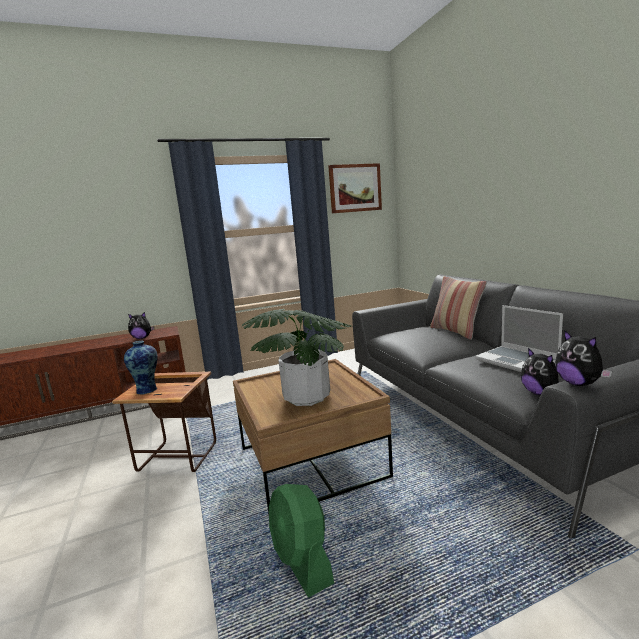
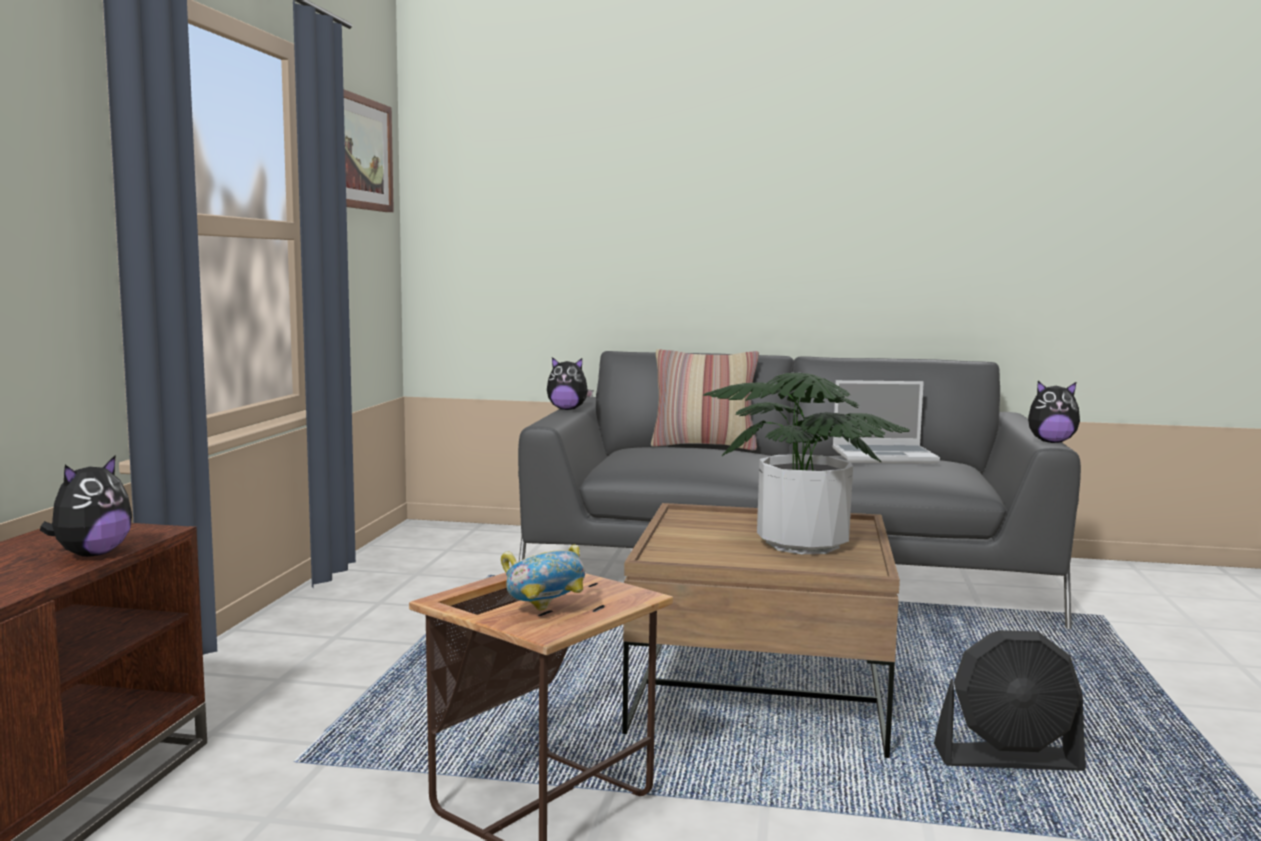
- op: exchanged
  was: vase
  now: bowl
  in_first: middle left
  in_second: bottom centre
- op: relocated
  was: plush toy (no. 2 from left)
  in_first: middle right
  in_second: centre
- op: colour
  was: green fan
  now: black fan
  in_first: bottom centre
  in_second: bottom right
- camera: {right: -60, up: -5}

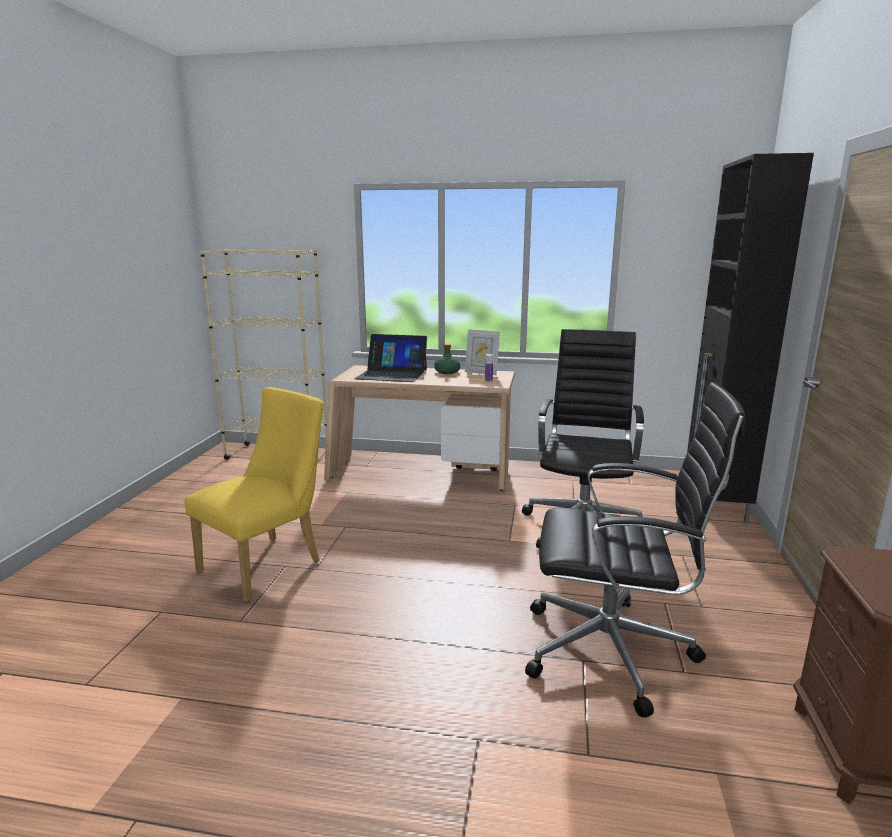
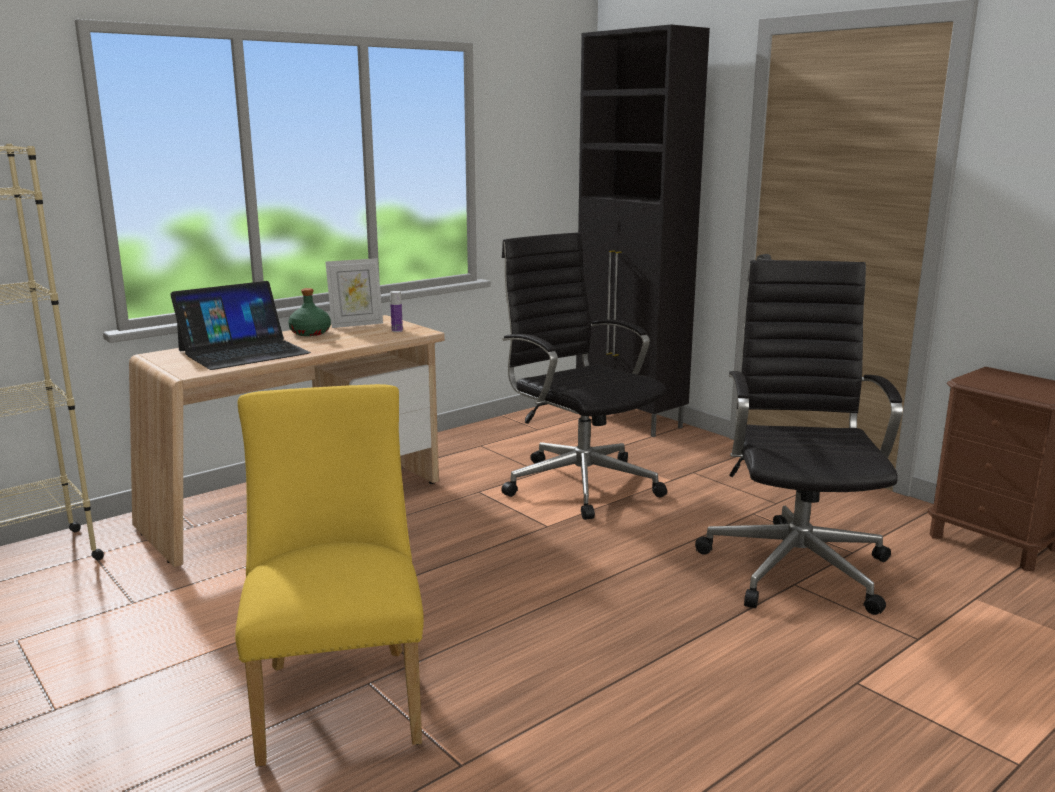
- op: spun
  was: black office chair (no. 2 from left)
  in_first: middle right
  in_second: middle right
  clockwise: -45
- camera: {right: -50, up: 0}

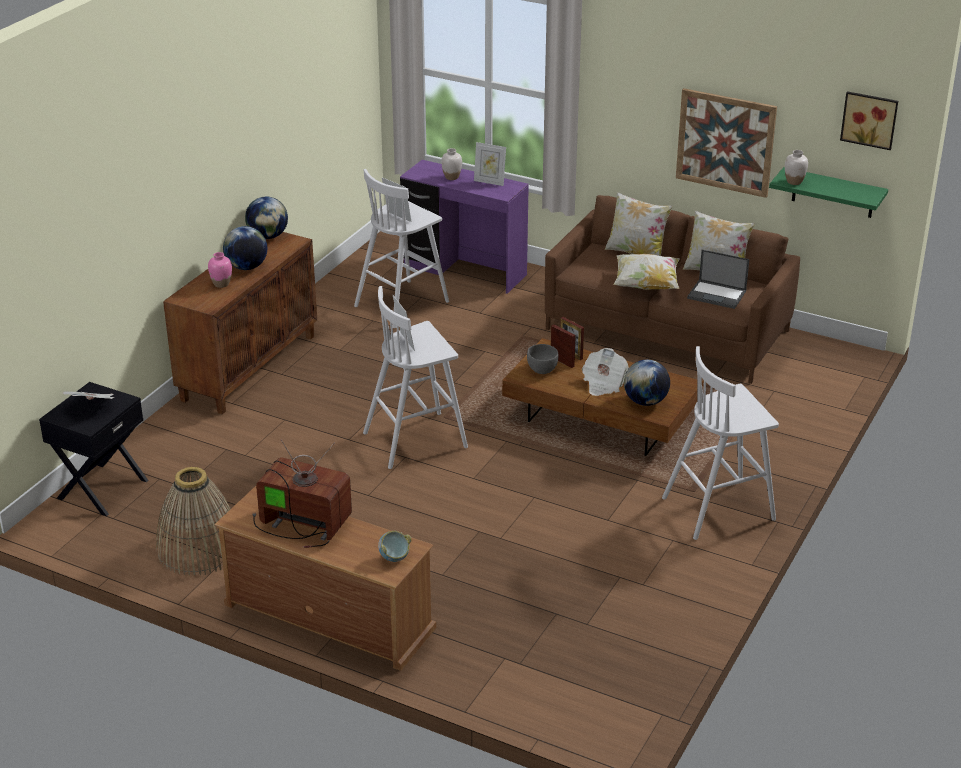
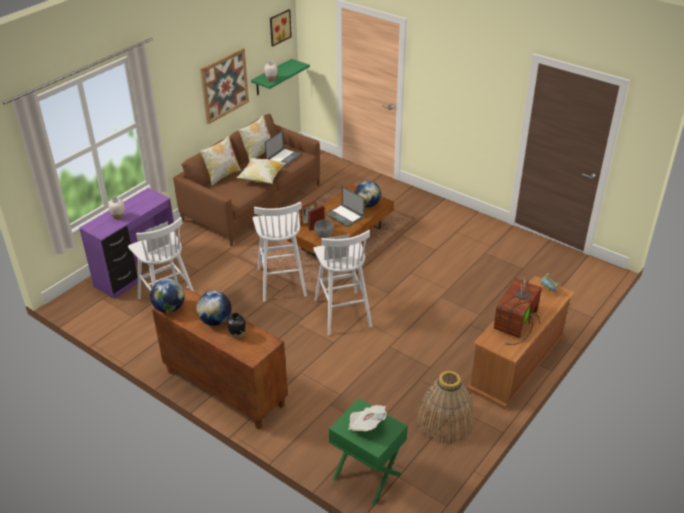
- op: missing
  was: picture frame (no. 3 from left)
  in_first: top centre
- op: colour
  was: pink vase
  now: black vase
  in_first: middle left
  in_second: centre
- op: relocated
  was: white stool (no. 3 from left in the first image)
  now: white stool (no. 2 from left)
  in_first: middle right
  in_second: centre
- op: exchanged
  was: newspaper (no. 2 from left)
  now: laptop (no. 2 from left)
  in_first: centre
  in_second: centre
- op: colour
  was: black nightstand
  now: green nightstand
  in_first: middle left
  in_second: bottom centre
- camera: {right: -80, up: 5}

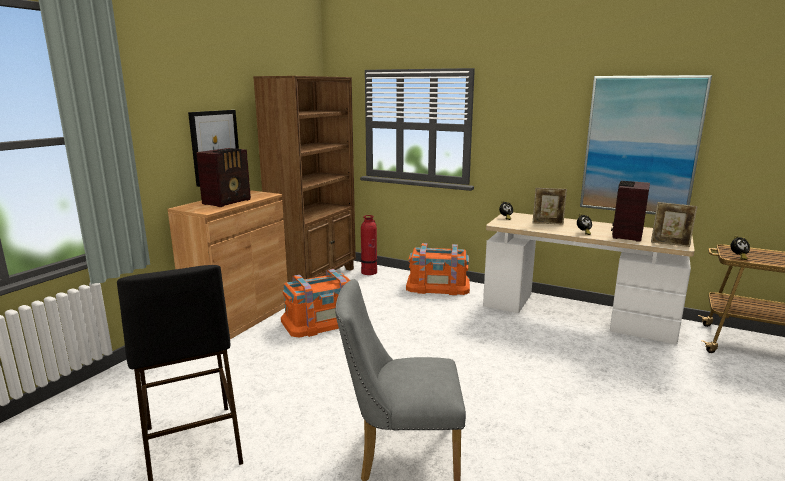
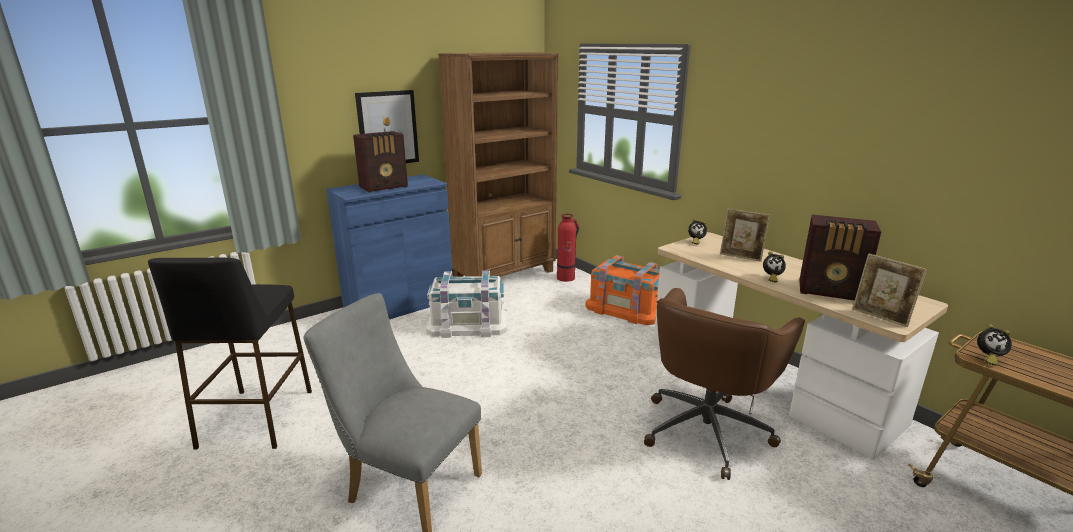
- op: missing
  was: picture (no. 2 from left)
  in_first: top right
- op: spun
  was: radio (no. 2 from left)
  in_first: middle right
  in_second: middle right
  clockwise: -120
- op: colour
  was: brown cabinet
  now: blue cabinet
  in_first: middle left
  in_second: centre
- op: colour
  was: orange storage box (no. 1 from left)
  now: white storage box
  in_first: centre
  in_second: centre
- op: appeared
  now: brown office chair
  in_second: bottom right
- camera: {right: 25, up: 5}

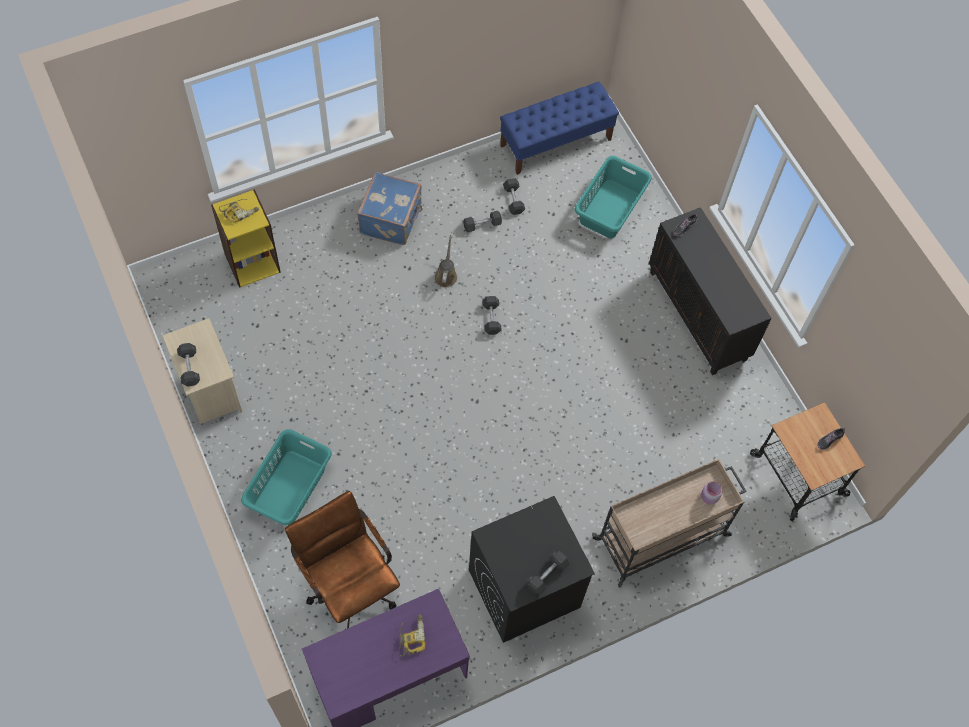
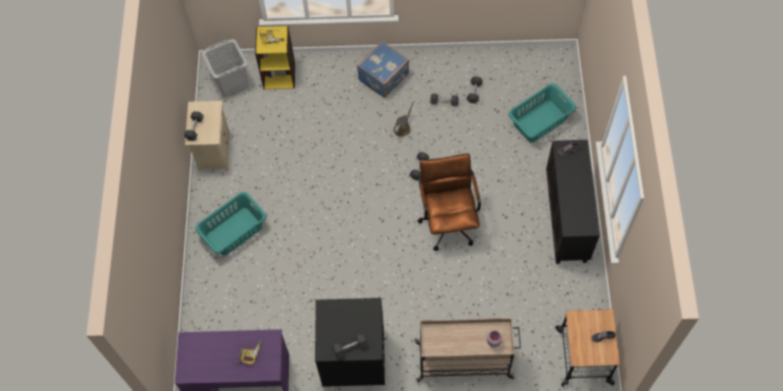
- op: missing
  was: blue bench
  in_first: top centre
- op: relocated
  was: brown office chair
  in_first: bottom centre
  in_second: centre
- op: appeared
  now: grey laundry basket
  in_second: top left
- camera: {right: 30, up: 0}

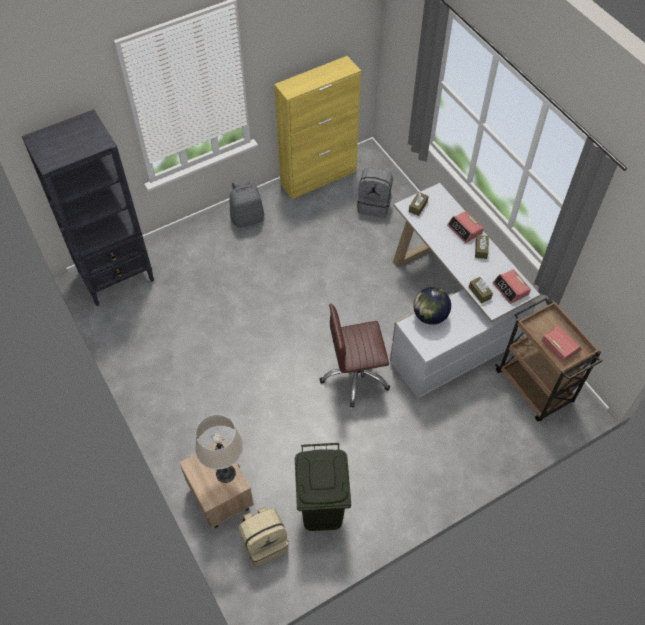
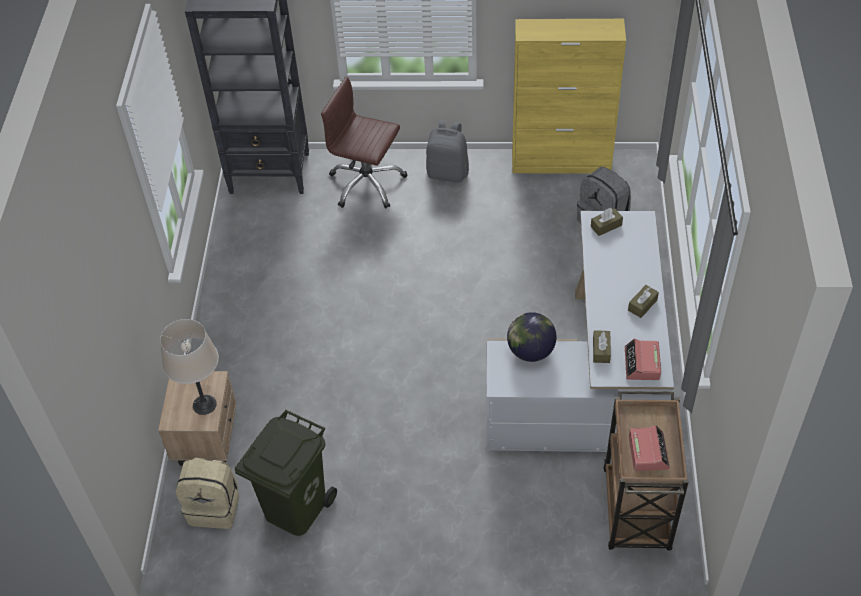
- op: missing
  was: alarm clock (no. 1 from left)
  in_first: middle right
- op: relocated
  was: brown office chair
  in_first: centre
  in_second: top centre
- camera: {right: 35, up: -5}

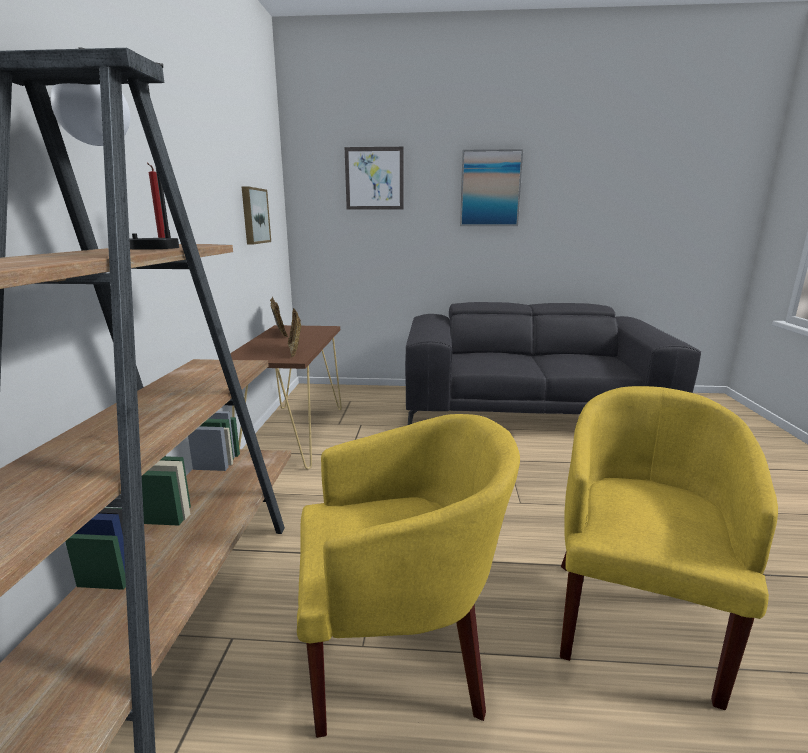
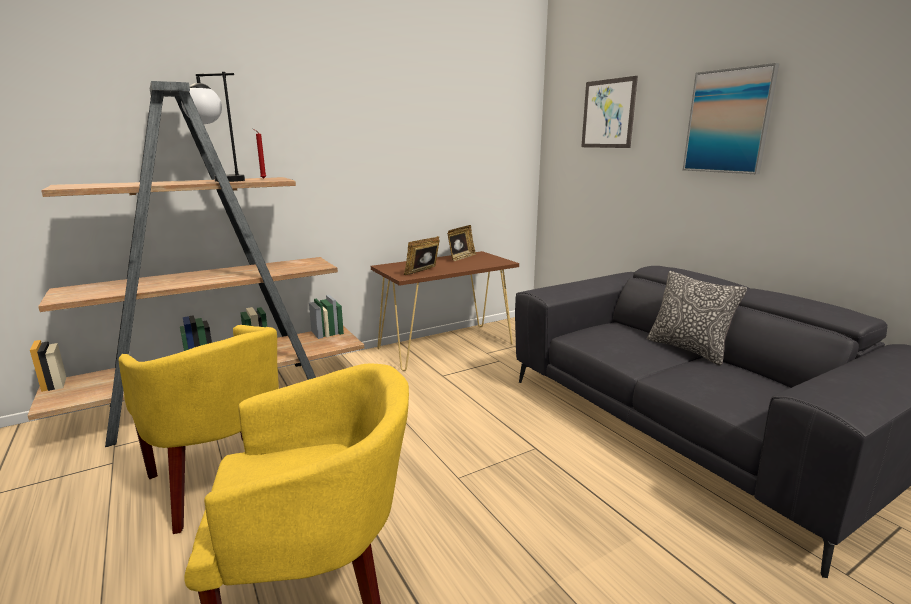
- op: missing
  was: picture (no. 1 from left)
  in_first: top left
- op: appeared
  now: pillow
  in_second: middle right
- camera: {right: 55, up: 0}

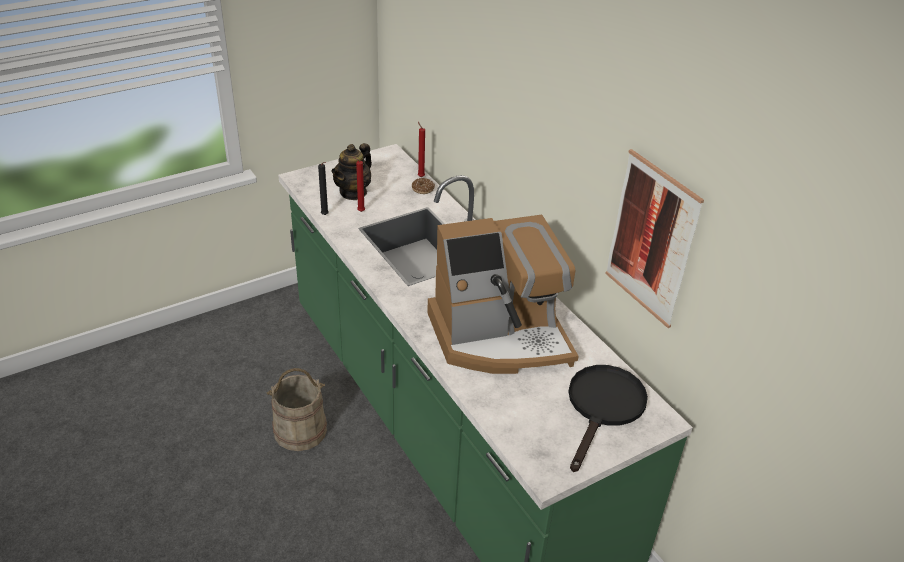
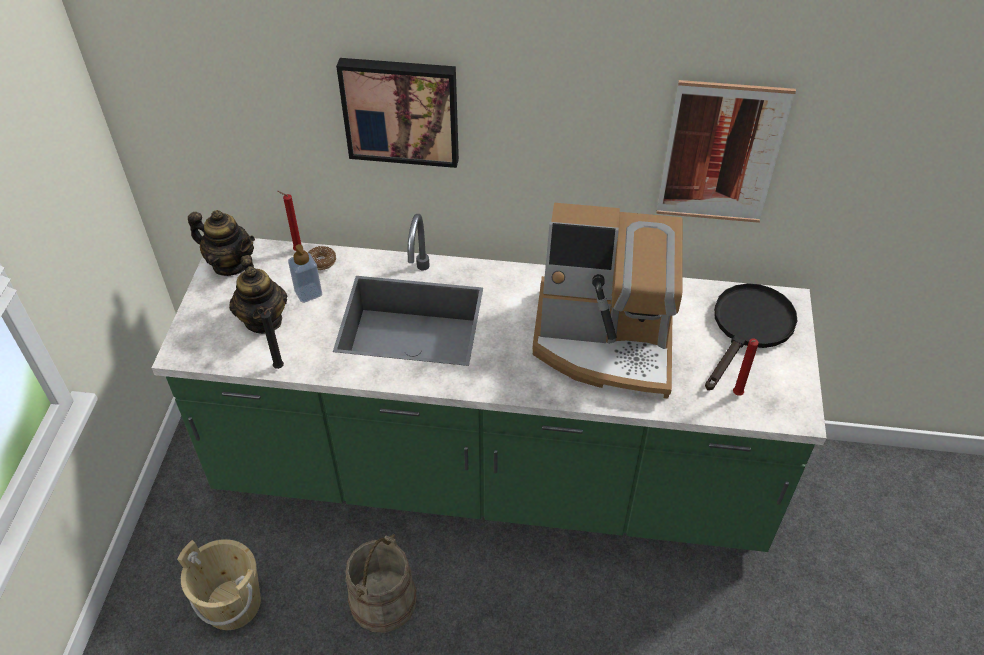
- op: relocated
  was: red candle (no. 1 from left in the first image)
  now: red candle (no. 2 from left)
  in_first: top centre
  in_second: middle right
- op: spun
  was: coffee machine
  in_first: centre
  in_second: centre
  clockwise: 75
- op: spun
  was: black frying pan
  in_first: bottom right
  in_second: middle right
  clockwise: 60
- op: appeared
  now: picture (no. 1 from left)
  in_second: top centre
- op: appeared
  now: teapot (no. 1 from left)
  in_second: middle left
- op: appeared
  now: soap dispenser
  in_second: middle left
- op: appeared
  now: beige bucket (no. 1 from left)
  in_second: bottom left
- camera: {right: -50, up: 10}

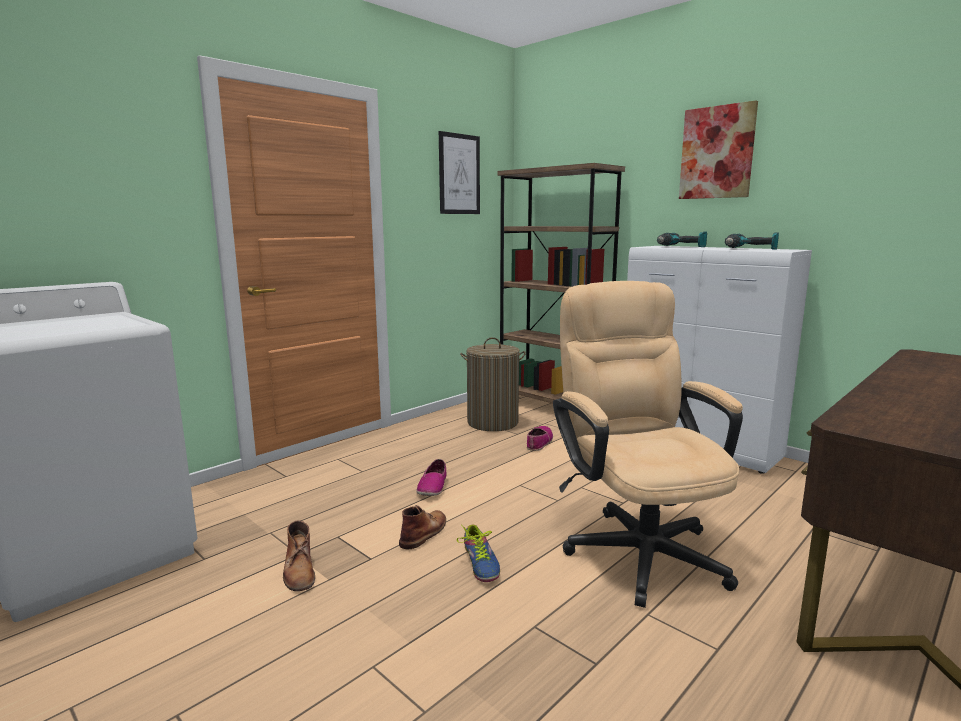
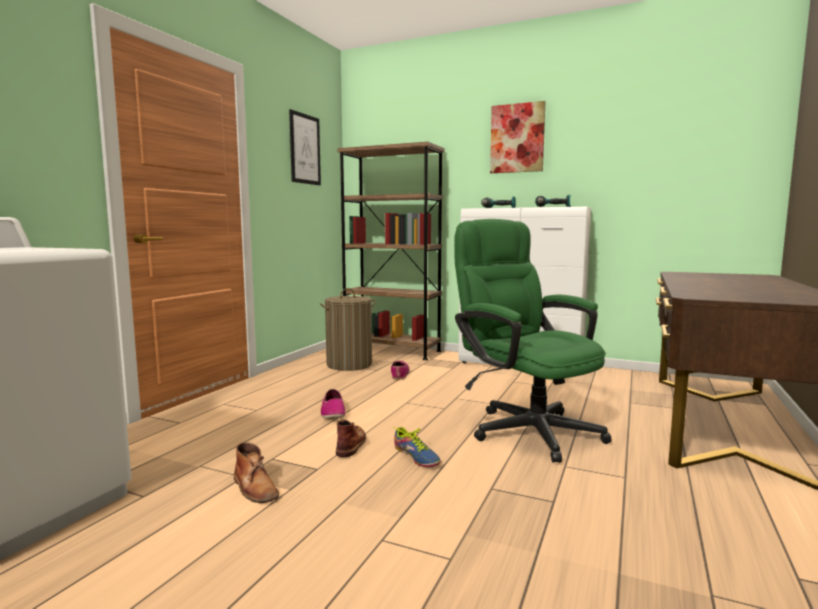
- op: colour
  was: beige office chair
  now: green office chair
  in_first: middle right
  in_second: centre
- camera: {right: -20, up: -5}

